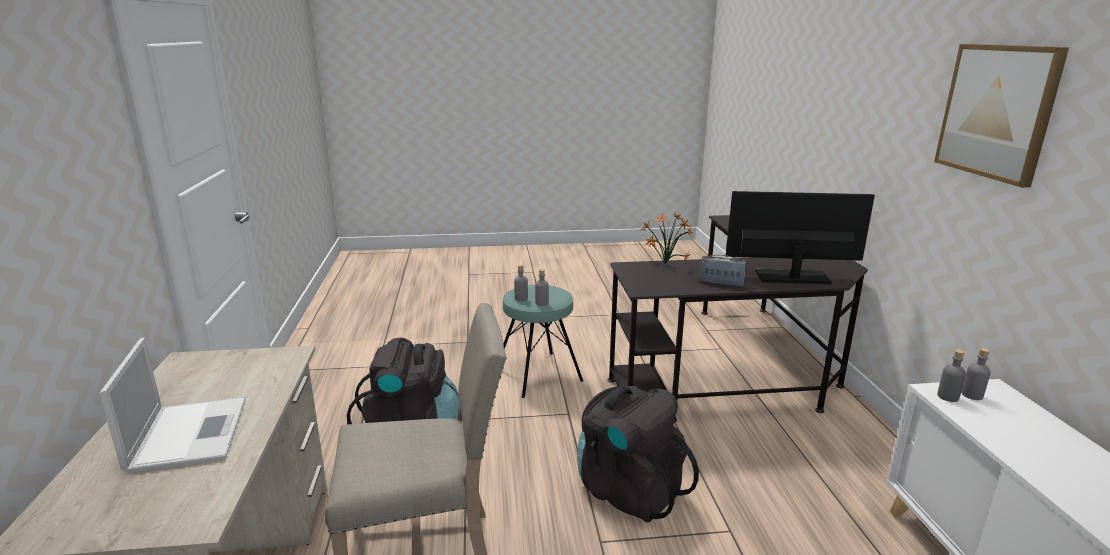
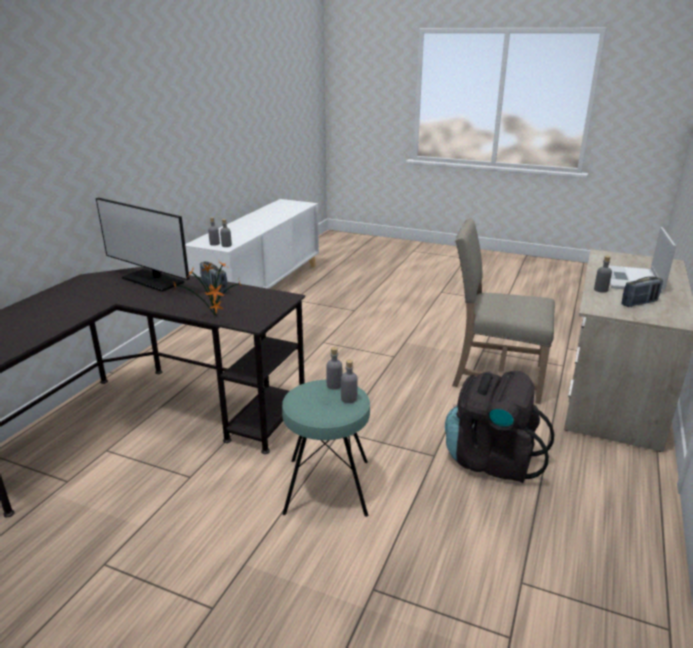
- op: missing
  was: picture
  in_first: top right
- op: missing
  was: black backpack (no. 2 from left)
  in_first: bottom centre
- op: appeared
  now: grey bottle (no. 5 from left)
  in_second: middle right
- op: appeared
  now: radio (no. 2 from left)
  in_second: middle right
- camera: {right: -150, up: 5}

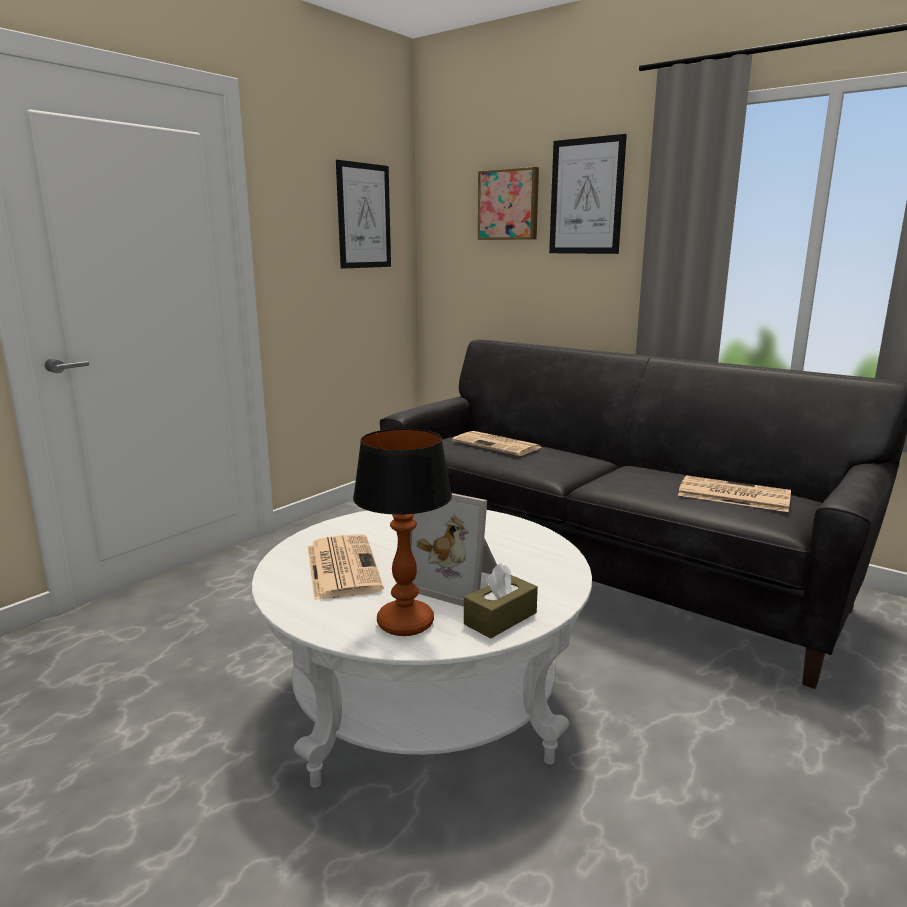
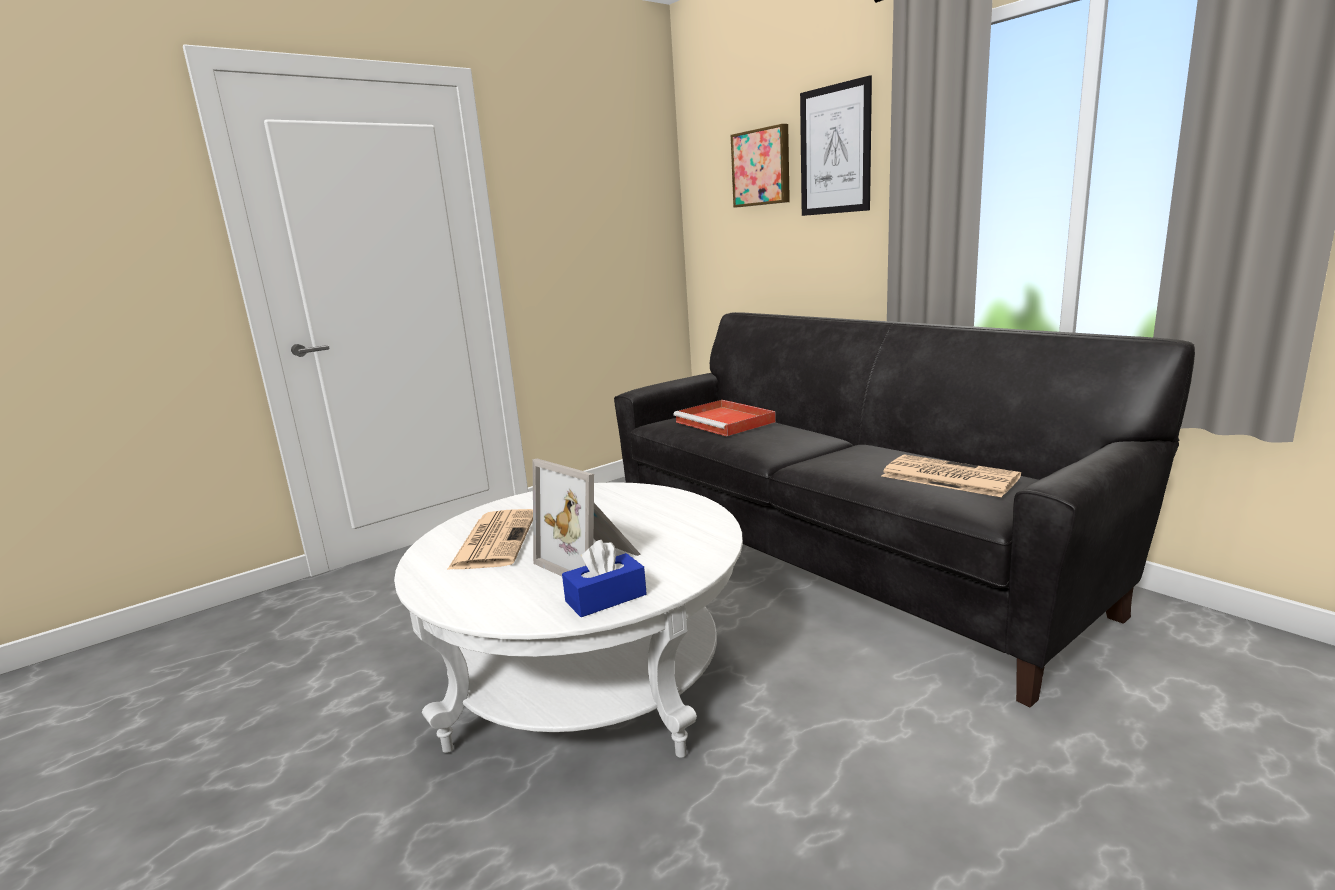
- op: missing
  was: picture (no. 1 from left)
  in_first: top centre
- op: missing
  was: table lamp
  in_first: centre
- op: exchanged
  was: newspaper (no. 2 from left)
  now: red tray
  in_first: centre
  in_second: centre
- op: colour
  was: brown tissue box
  now: blue tissue box
  in_first: centre
  in_second: centre
- camera: {right: 15, up: 0}

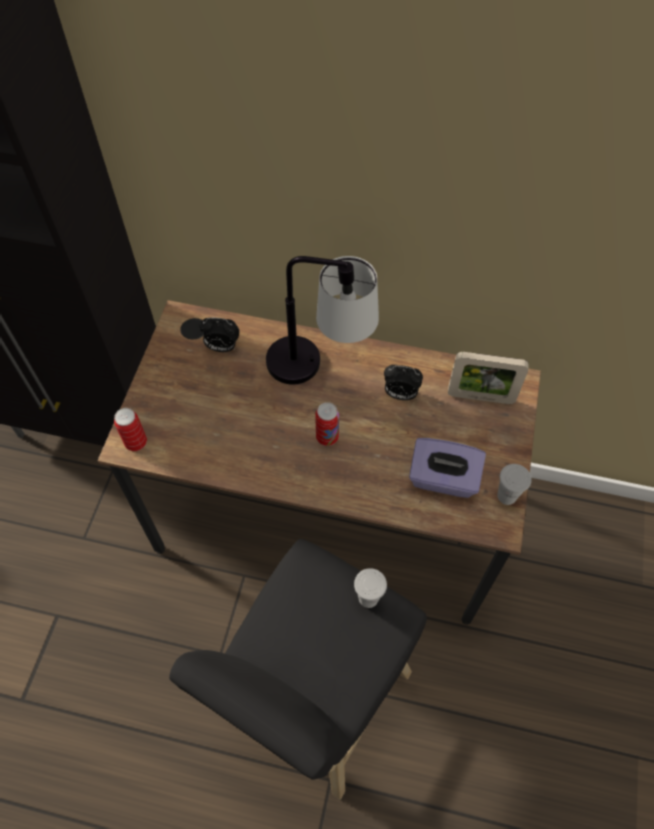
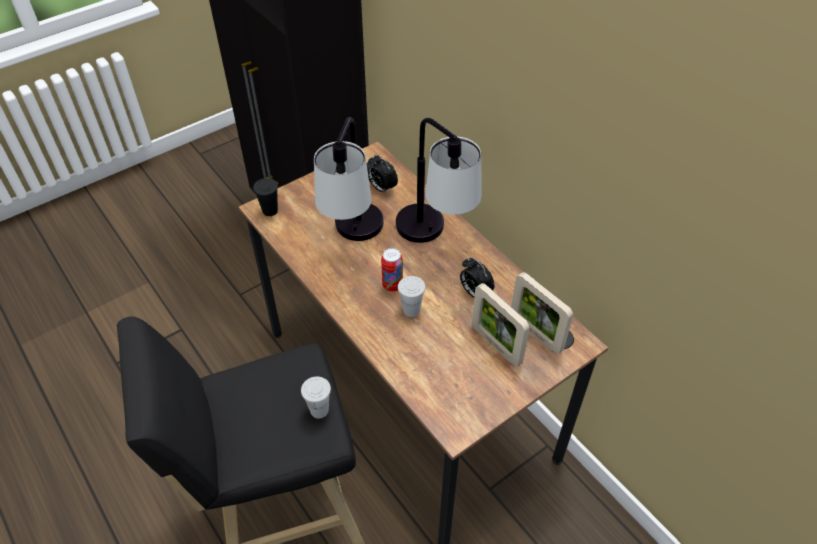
- op: exchanged
  was: can (no. 1 from left)
  now: black cup
  in_first: middle left
  in_second: middle left
- op: missing
  was: purple tissue box
  in_first: middle right
- op: relocated
  was: white cup (no. 2 from left)
  in_first: middle right
  in_second: centre
- op: appeared
  now: table lamp (no. 1 from left)
  in_second: top centre
- op: appeared
  now: picture frame (no. 1 from left)
  in_second: centre
- camera: {right: 40, up: -10}

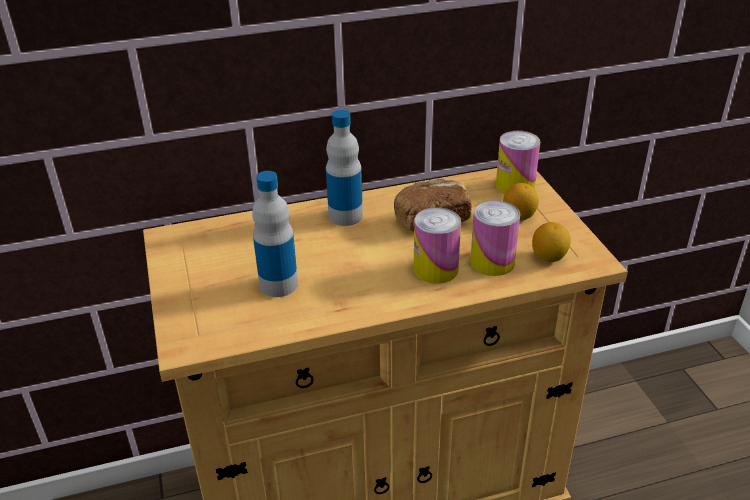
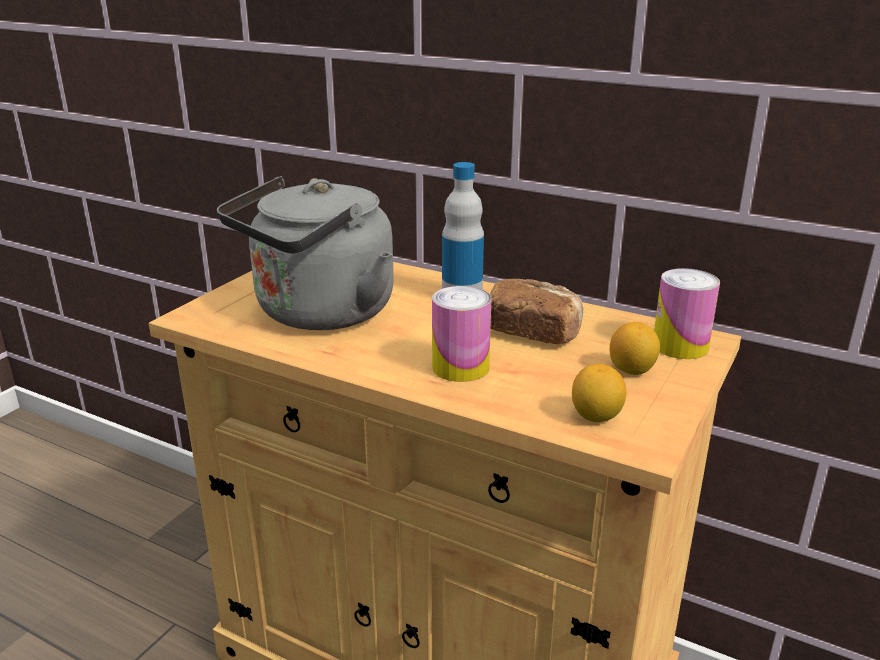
- op: exchanged
  was: bottle (no. 1 from left)
  now: grey kettle
  in_first: centre
  in_second: centre
- op: missing
  was: can (no. 2 from left)
  in_first: centre
- camera: {right: 45, up: -10}

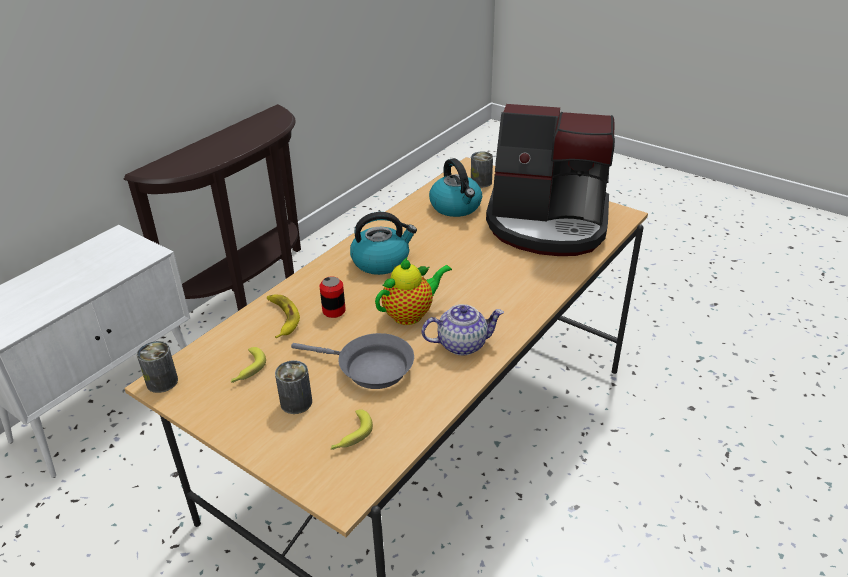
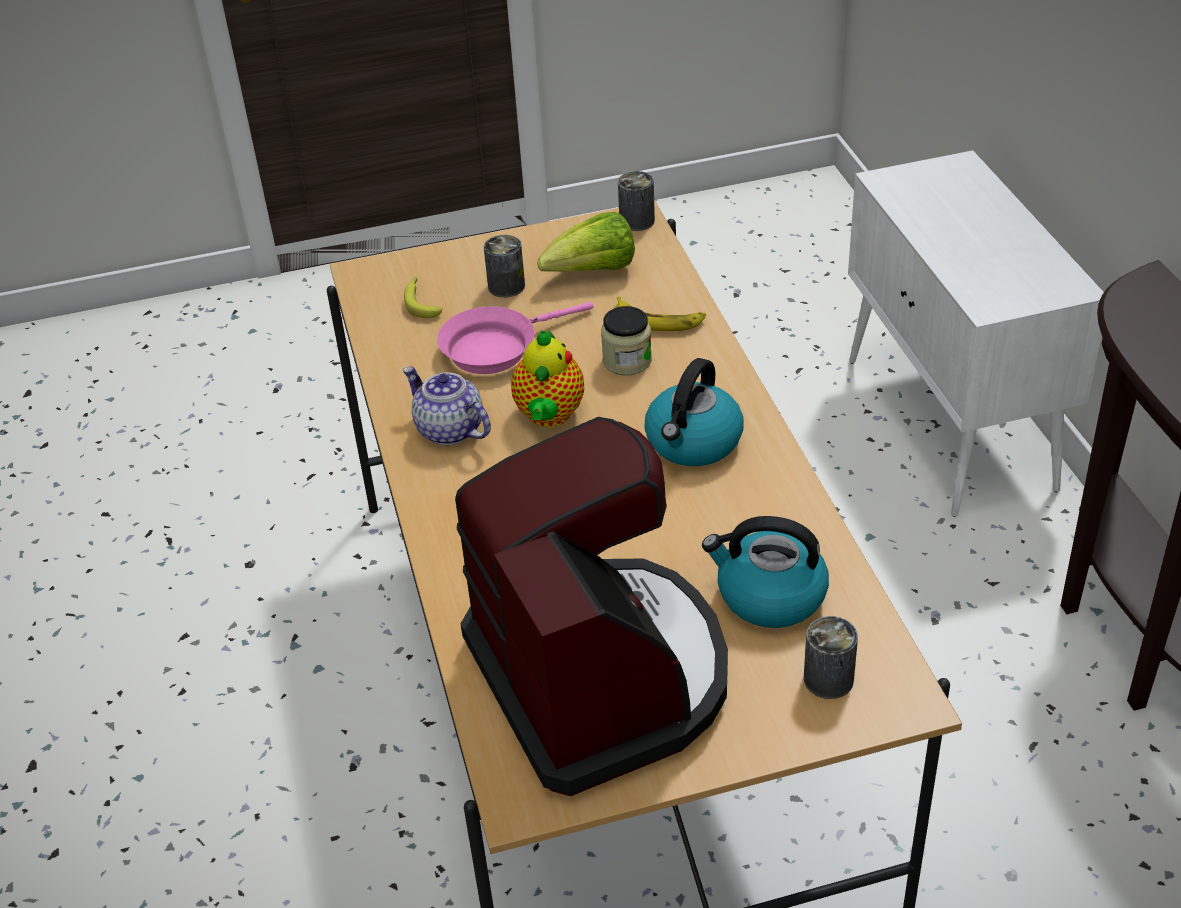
- op: spun
  was: coffee machine
  in_first: top centre
  in_second: bottom centre
  clockwise: 105
- op: exchanged
  was: can (no. 3 from left)
  now: jar
  in_first: centre
  in_second: centre
- op: spun
  was: teapot (no. 2 from left in the first image)
  in_first: centre
  in_second: centre
  clockwise: 105
- op: colour
  was: grey frying pan
  now: pink frying pan
  in_first: centre
  in_second: centre
- op: exchanged
  was: banana (no. 1 from left)
  now: lettuce
  in_first: middle left
  in_second: top centre
- camera: {right: 130, up: 5}

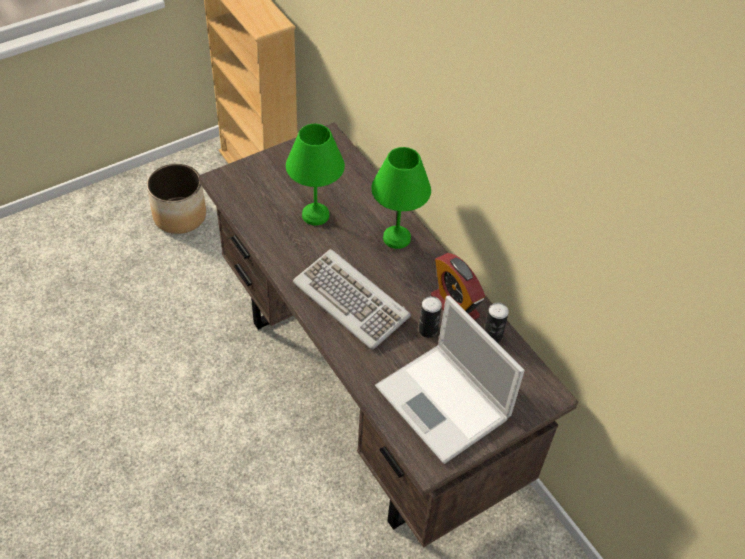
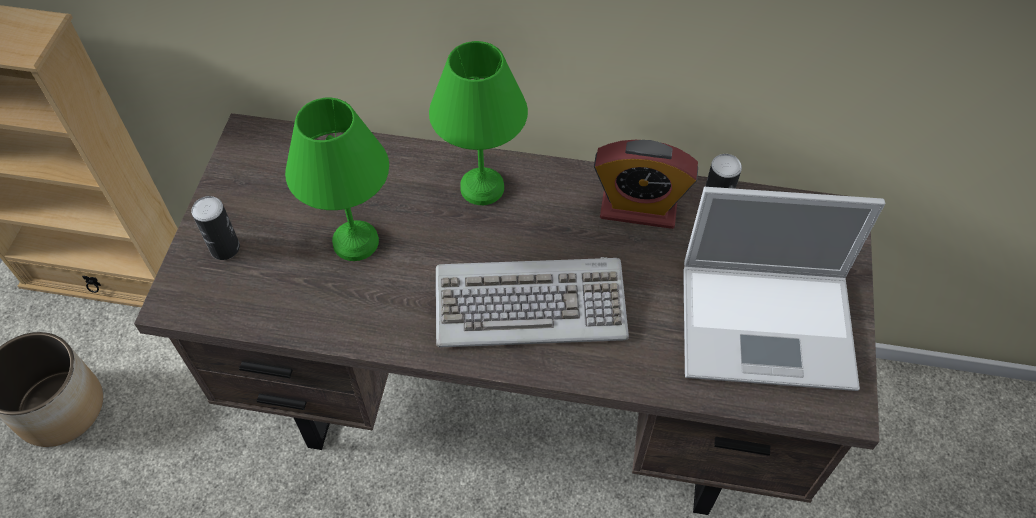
- op: relocated
  was: can (no. 1 from left)
  in_first: centre
  in_second: middle left
- camera: {right: -45, up: 5}

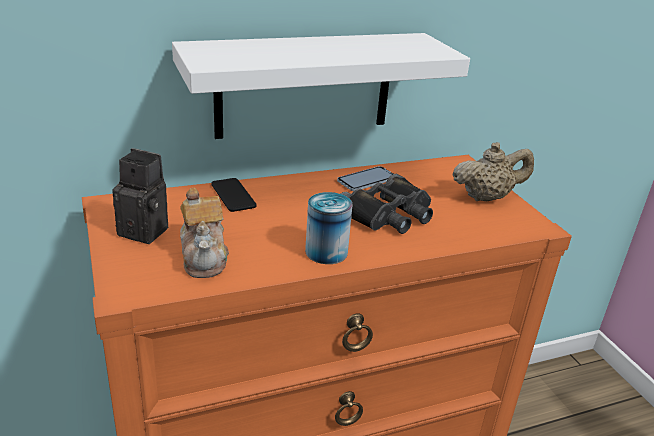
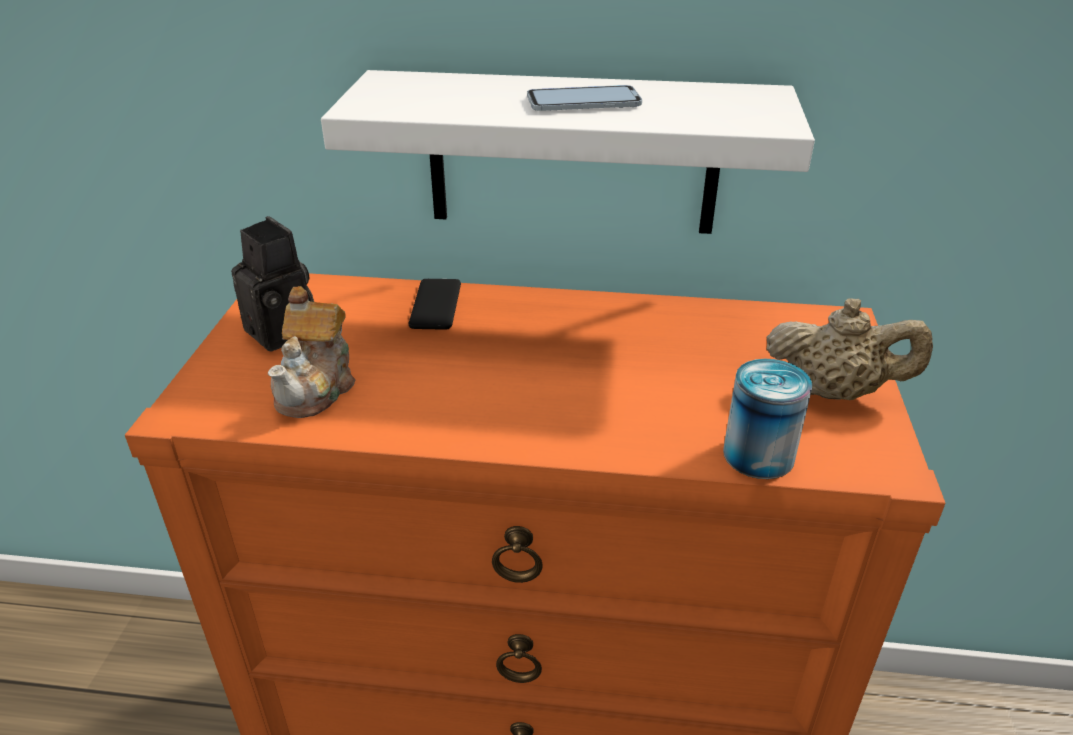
- op: relocated
  was: phone (no. 2 from left)
  in_first: centre
  in_second: top centre
- op: missing
  was: black binoculars
  in_first: centre
- op: relocated
  was: can
  in_first: centre
  in_second: middle right
- camera: {right: 30, up: 5}

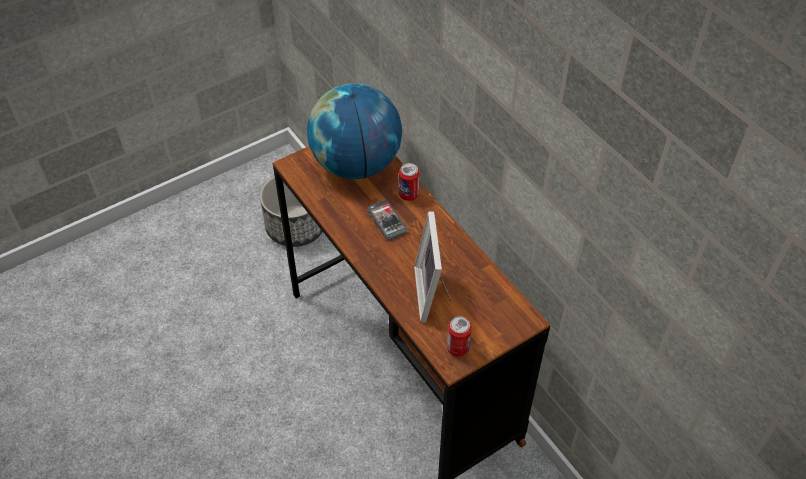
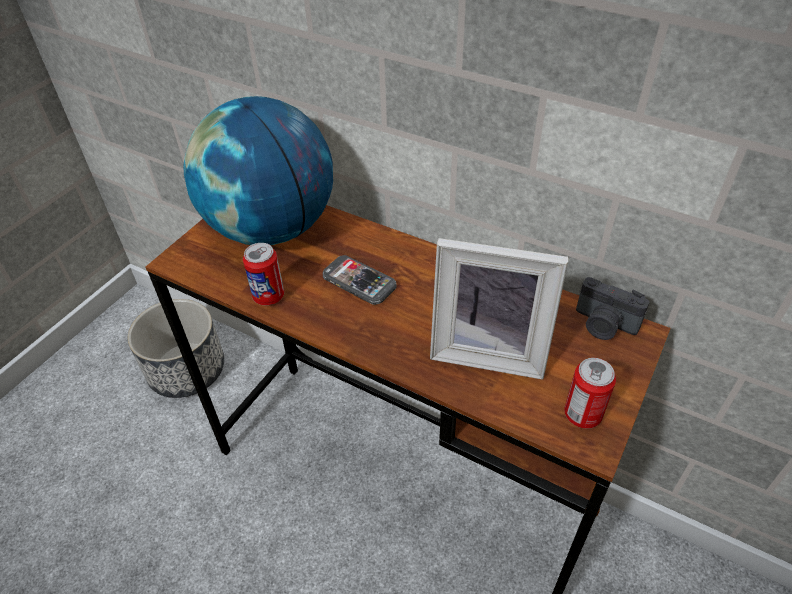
- op: relocated
  was: can (no. 1 from left)
  in_first: centre
  in_second: middle left
- op: spun
  was: picture frame
  in_first: centre
  in_second: centre
  clockwise: -45
- op: appeared
  now: photo camera
  in_second: middle right
- camera: {right: -25, up: -5}

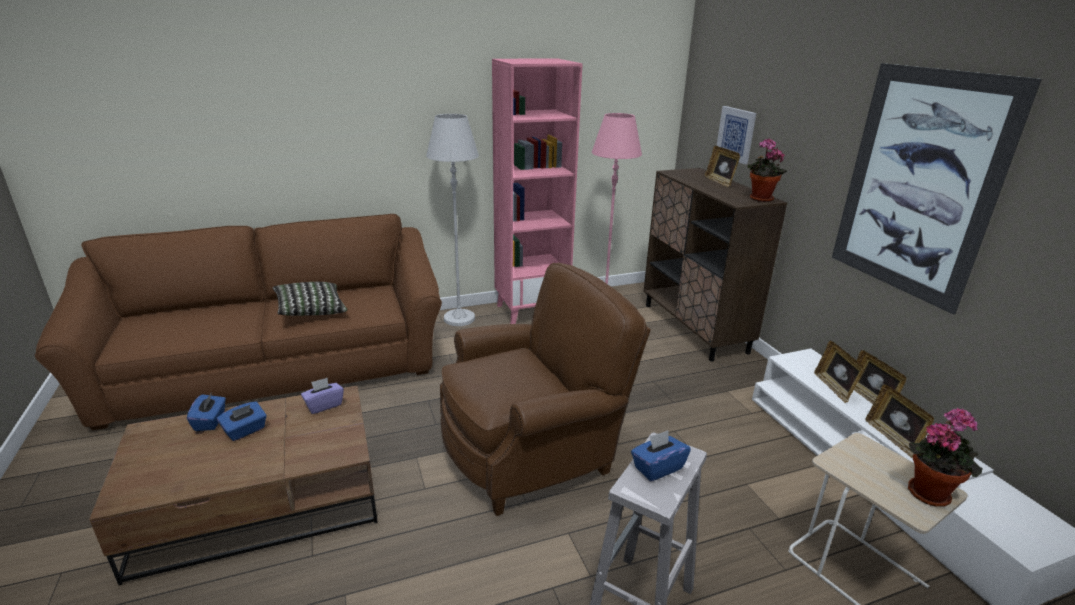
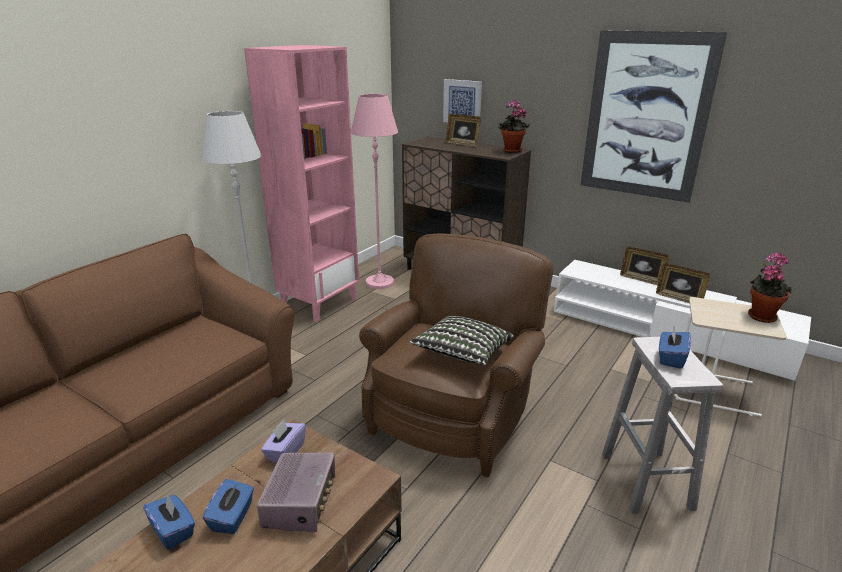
- op: relocated
  was: pillow
  in_first: middle left
  in_second: centre
- op: missing
  was: picture frame (no. 2 from left)
  in_first: middle right
- op: appeared
  now: radio
  in_second: bottom centre
- camera: {right: -35, up: 0}

